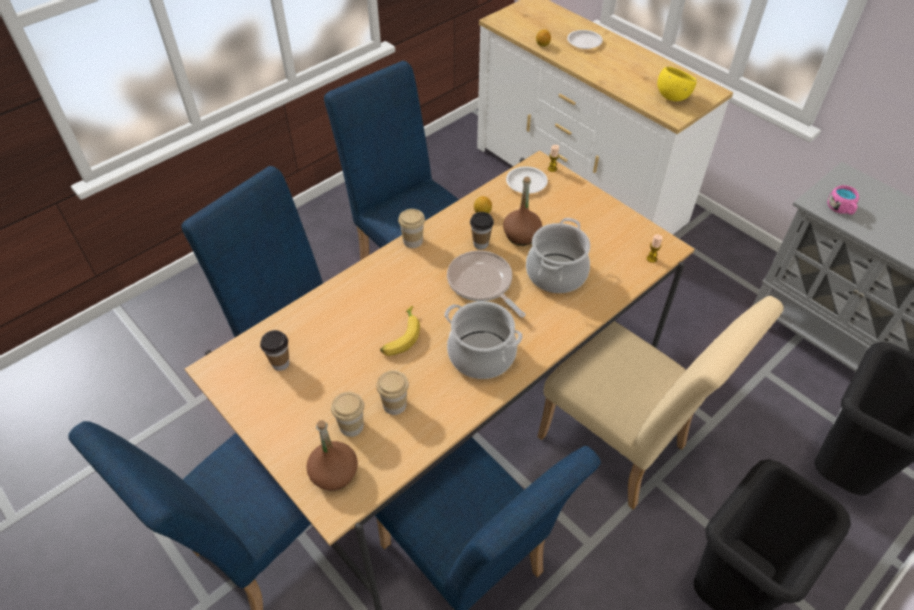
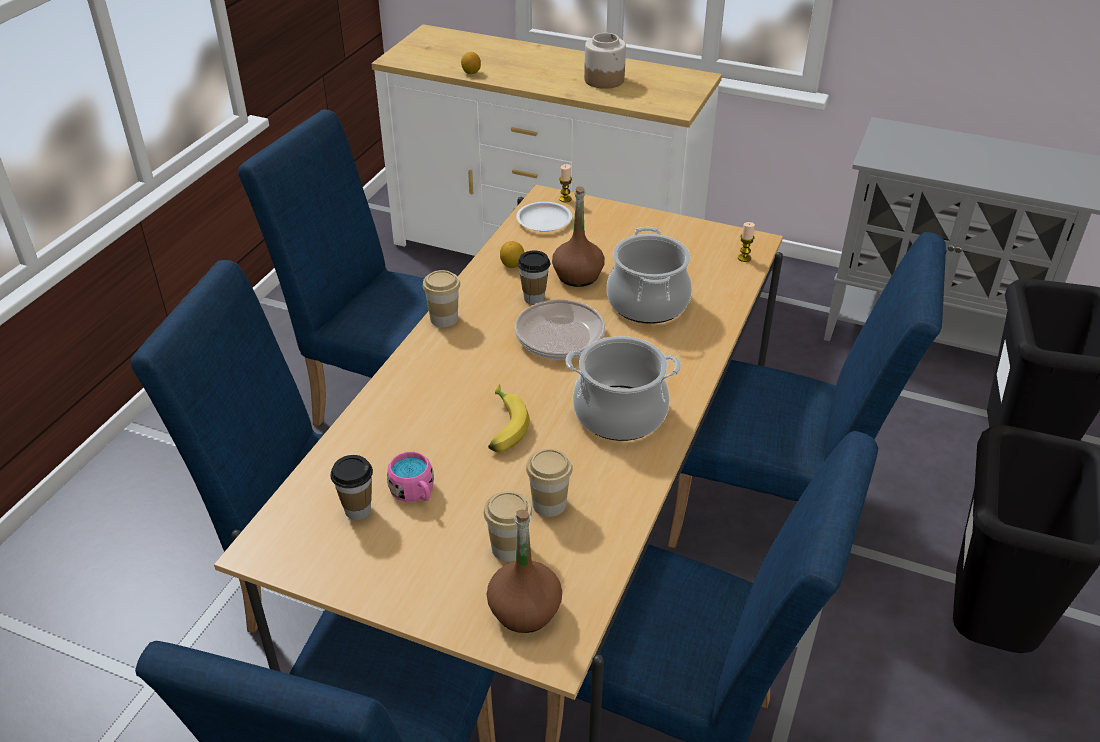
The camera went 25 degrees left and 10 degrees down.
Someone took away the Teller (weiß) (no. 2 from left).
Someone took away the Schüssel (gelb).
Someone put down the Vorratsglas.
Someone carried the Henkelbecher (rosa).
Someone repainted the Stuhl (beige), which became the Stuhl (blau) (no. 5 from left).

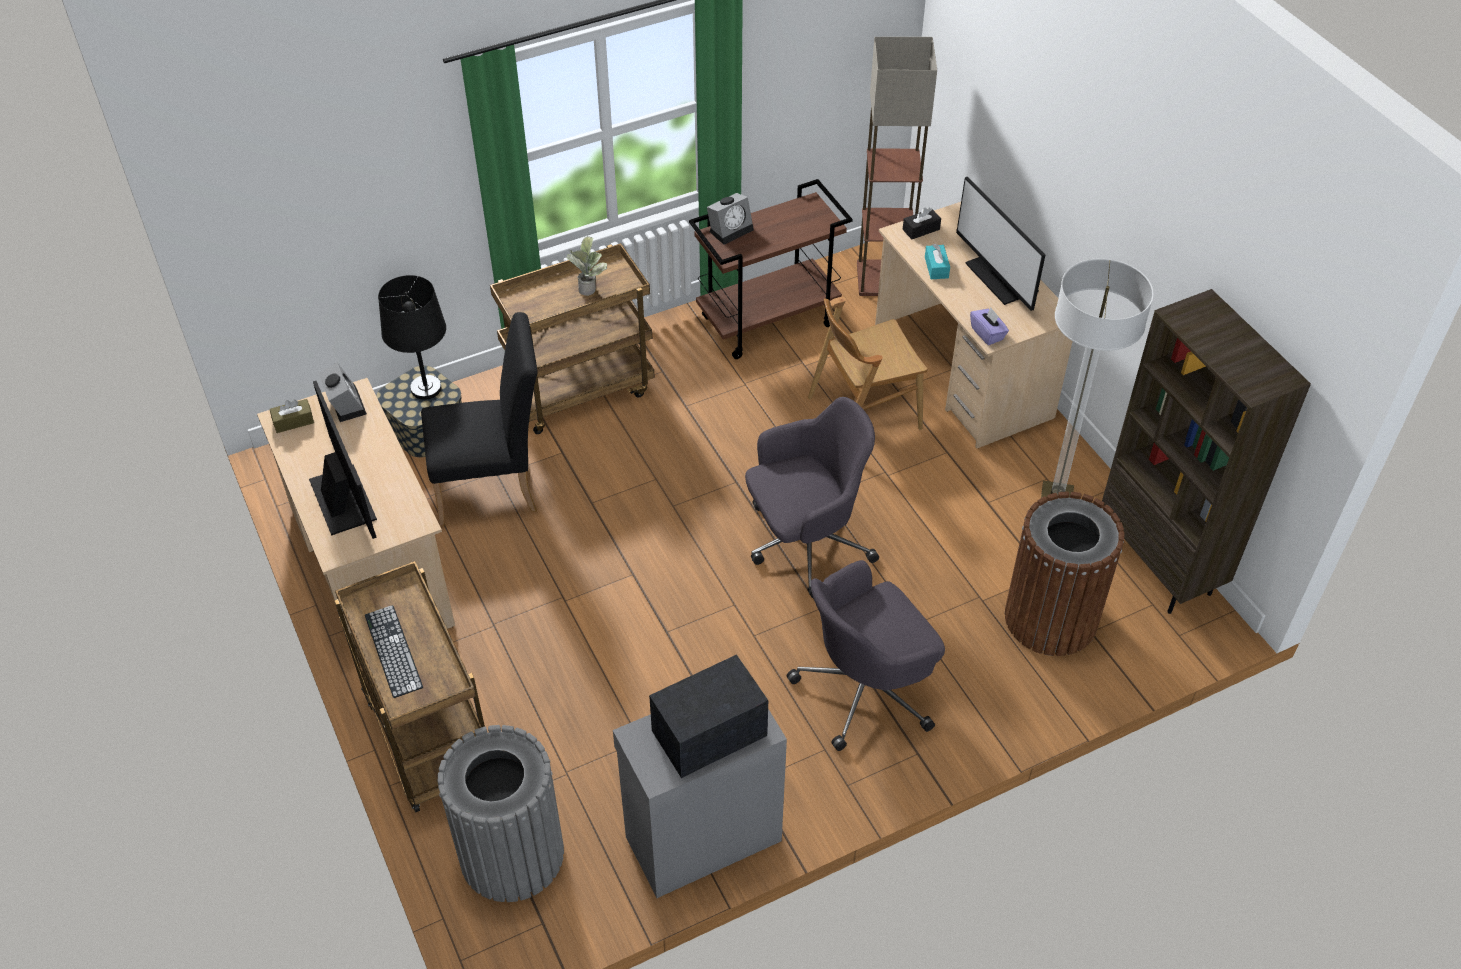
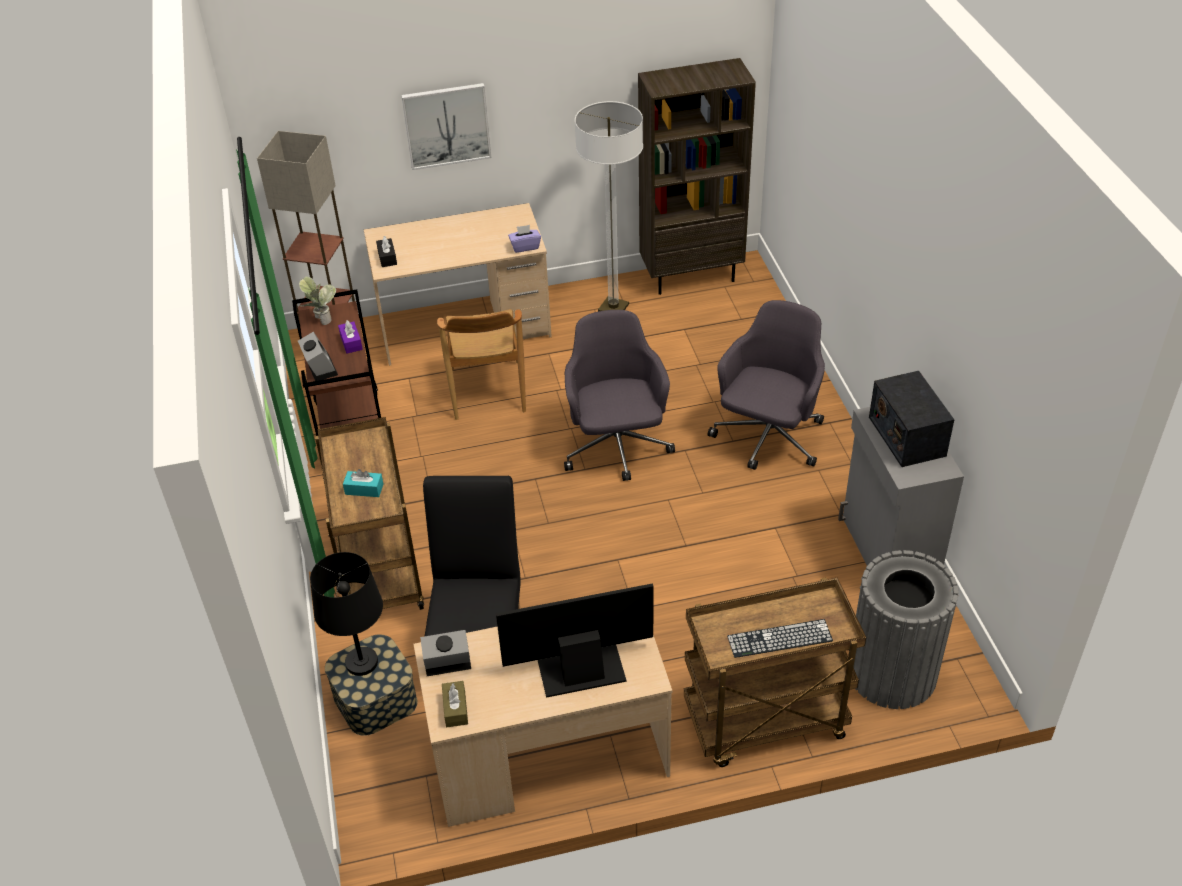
The camera went 75 degrees left and 5 degrees down.
Someone took away the Monitor (no. 2 from left).
Someone took away the Mülleimer (braun).
Someone put down the Taschentuchbox (lila) (no. 1 from left).
Someone put up the Bild.
Someone carried the Topfpflanze.
Someone carried the Taschentuchbox (türkis).
Someone rotated the Bürostuhl (grau) (no. 2 from left) by 135 degrees counterclockwise.

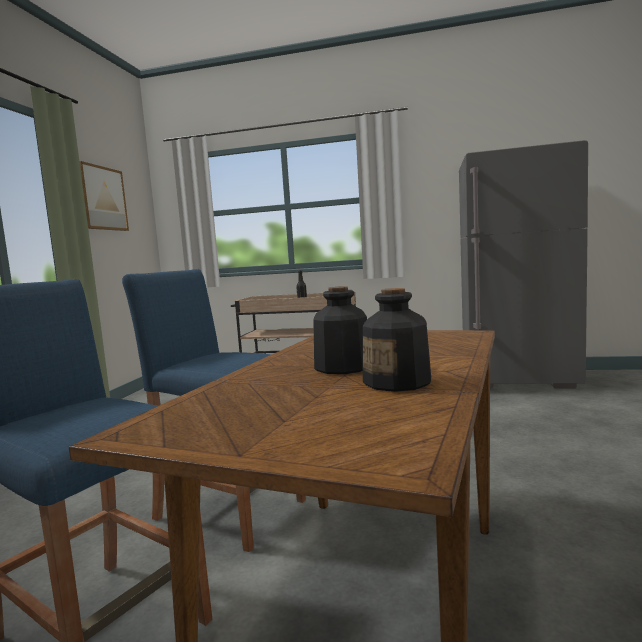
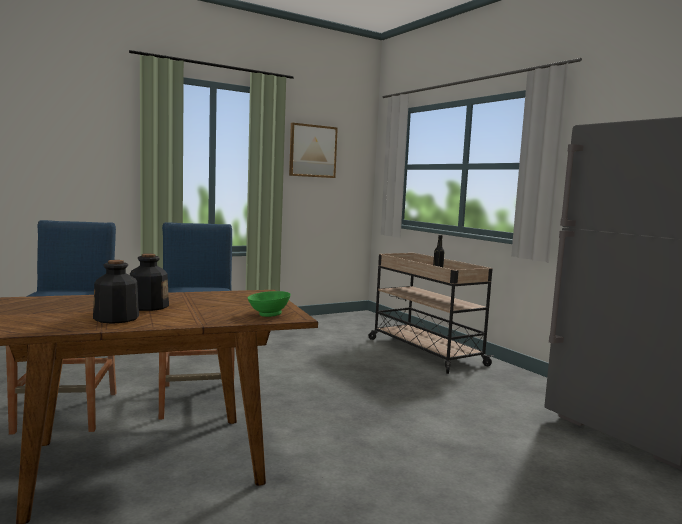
The camera went 45 degrees right and 0 degrees up.
Someone put down the Schüssel (grün).

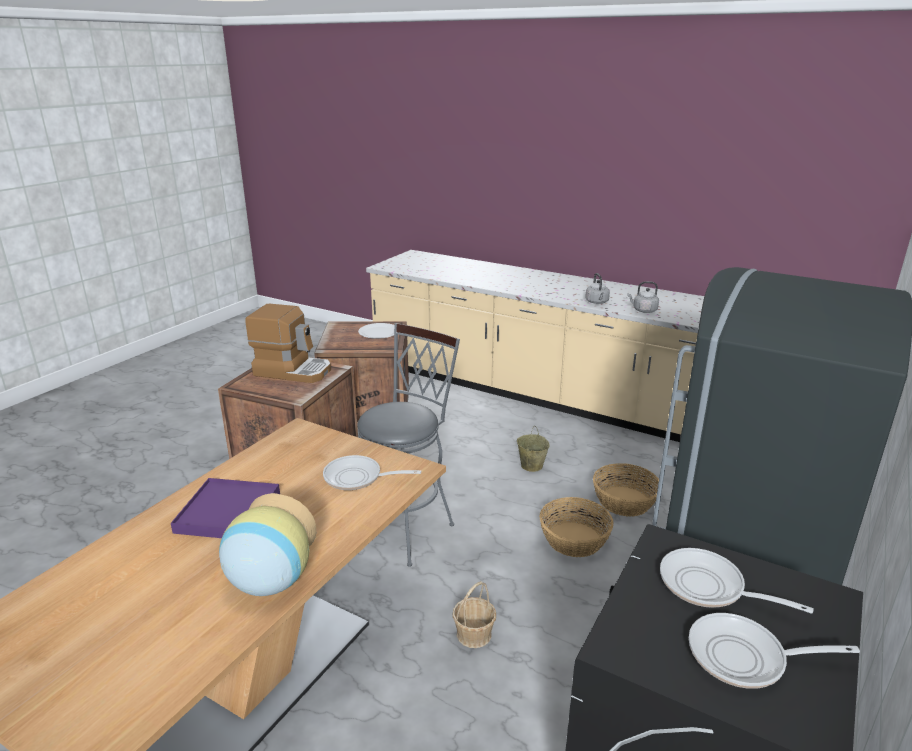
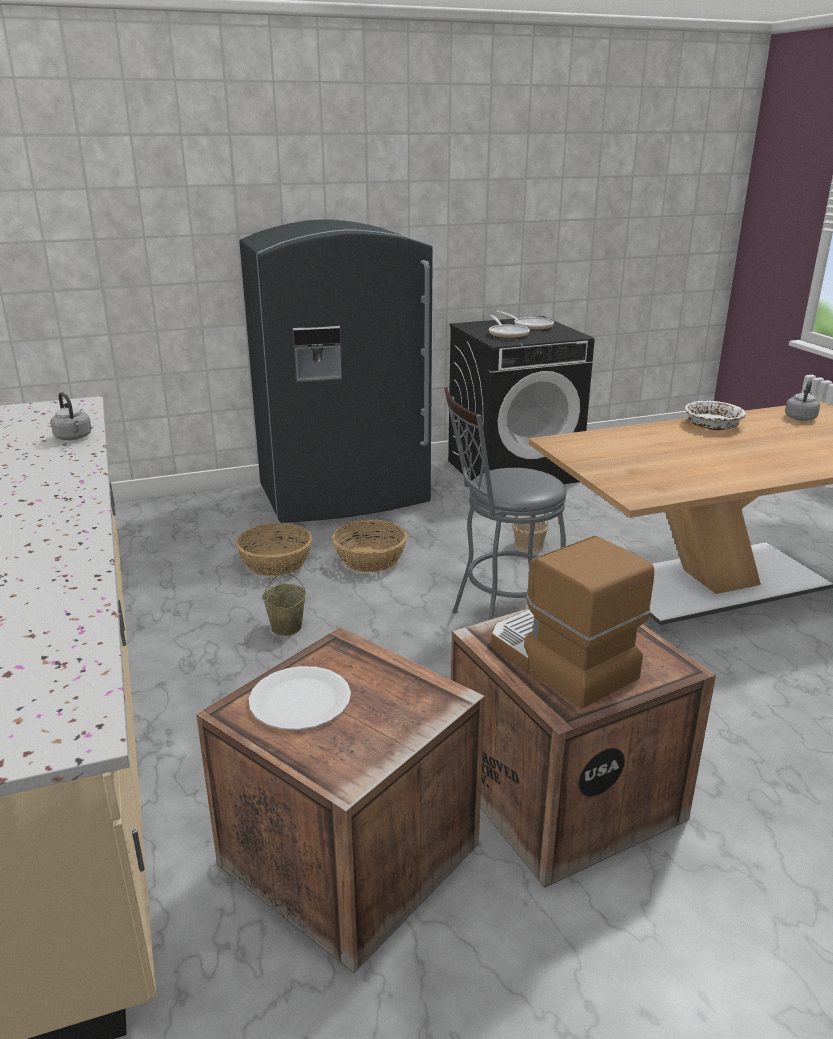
The camera went 140 degrees left and 0 degrees up.
Someone took away the Tablett (lila).
Someone took away the Pfanne (no. 1 from left).
Someone carried the Wasserkessel (grau) (no. 1 from left in the first image).
Someone swapped the Vase for the Schüssel (weiß).

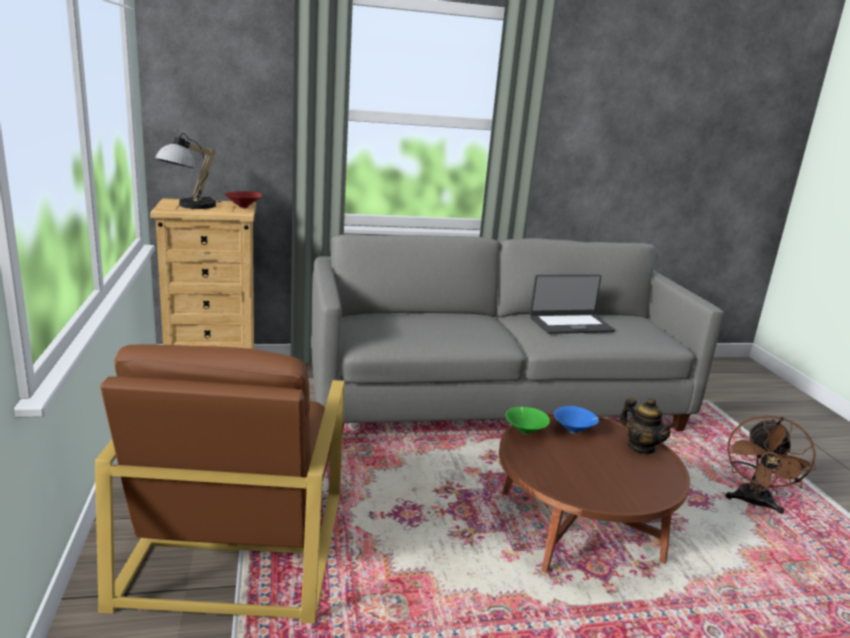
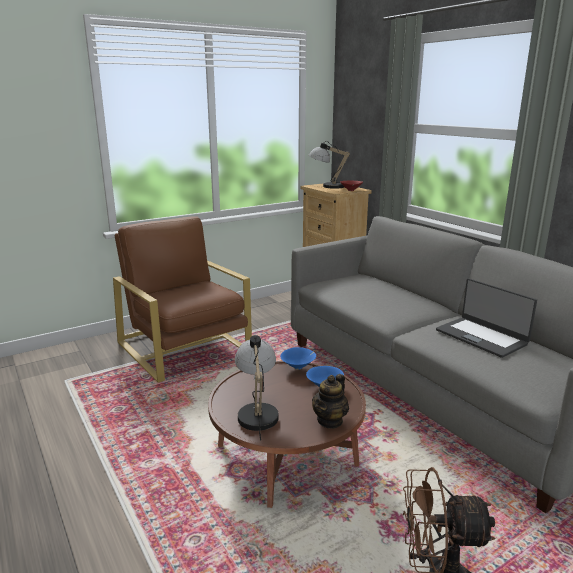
The camera went 70 degrees right and 0 degrees up.
Someone put down the Tischlampe (no. 1 from left).
Someone repainted the Schüssel (grün), which became the Schüssel (blau) (no. 1 from left).
Someone rotated the Sessel (braun) by 75 degrees clockwise.

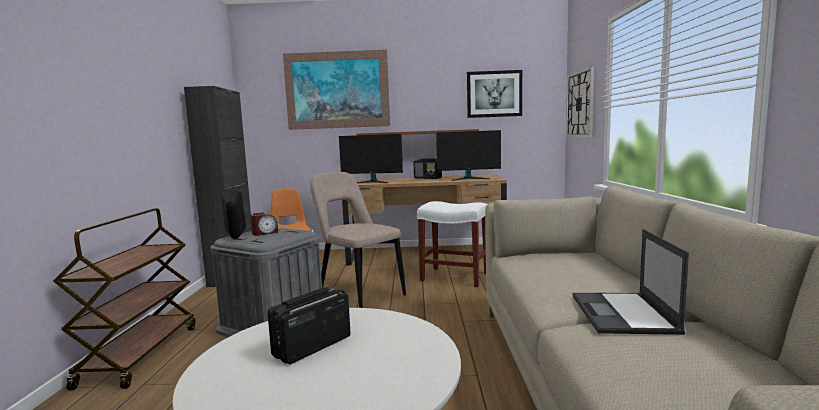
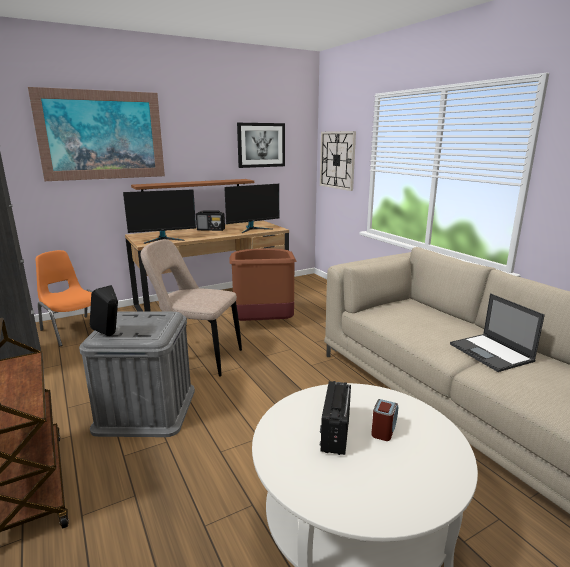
The camera went 30 degrees left and 10 degrees up.
Someone carried the Wecker.
Someone swapped the Hocker (weiß) for the Mülleimer (braun).

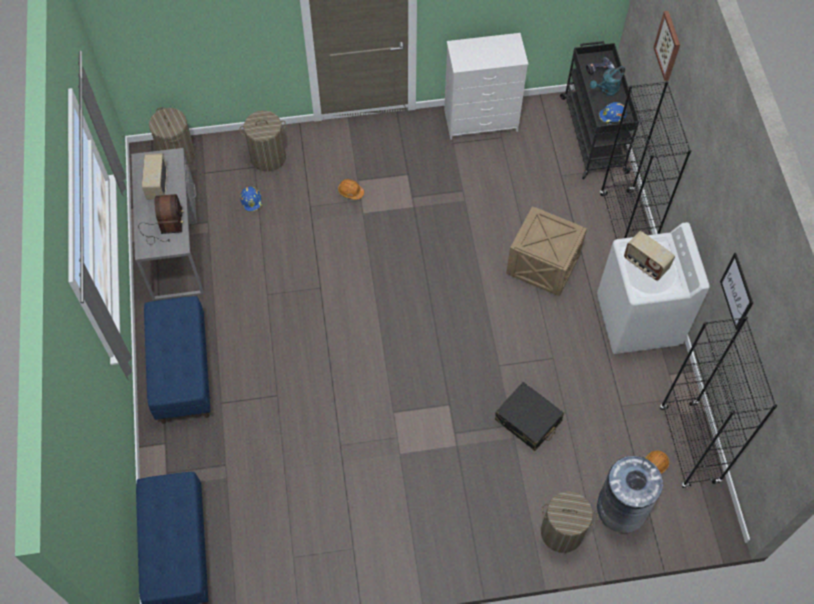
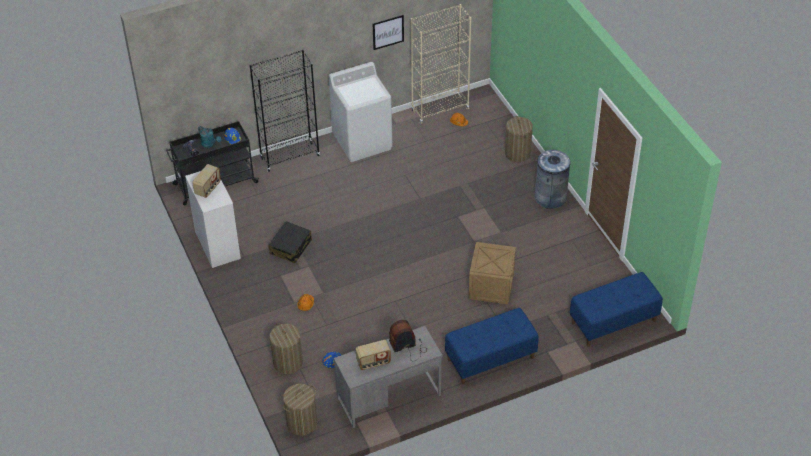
The camera went 105 degrees left and 15 degrees down.
Someone took away the Bild (no. 1 from left).
Someone carried the Koffer (schwarz).
Someone carried the Kiste.
Someone carried the Mülleimer (grau).
Someone carried the Radio (no. 3 from left in the first image).
Someone repainted the Bücherregal (schwarz) (no. 2 from left), which became the Bücherregal (beige).

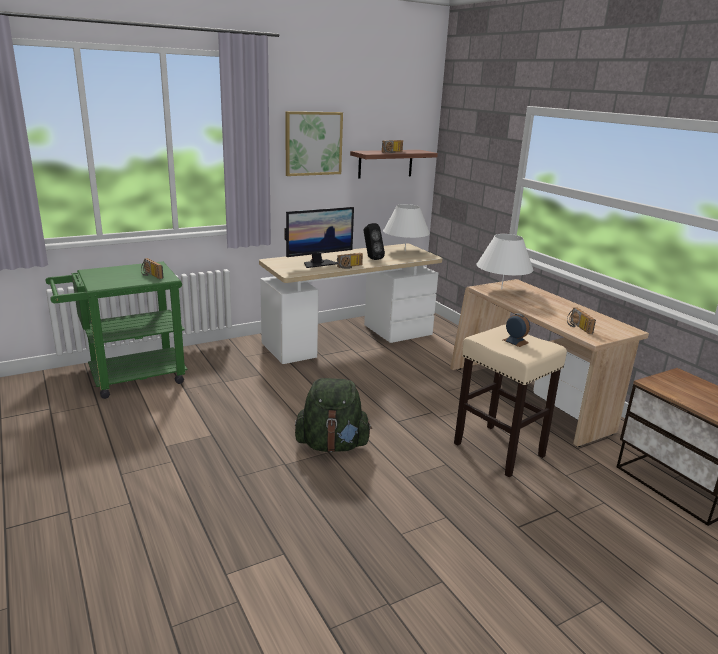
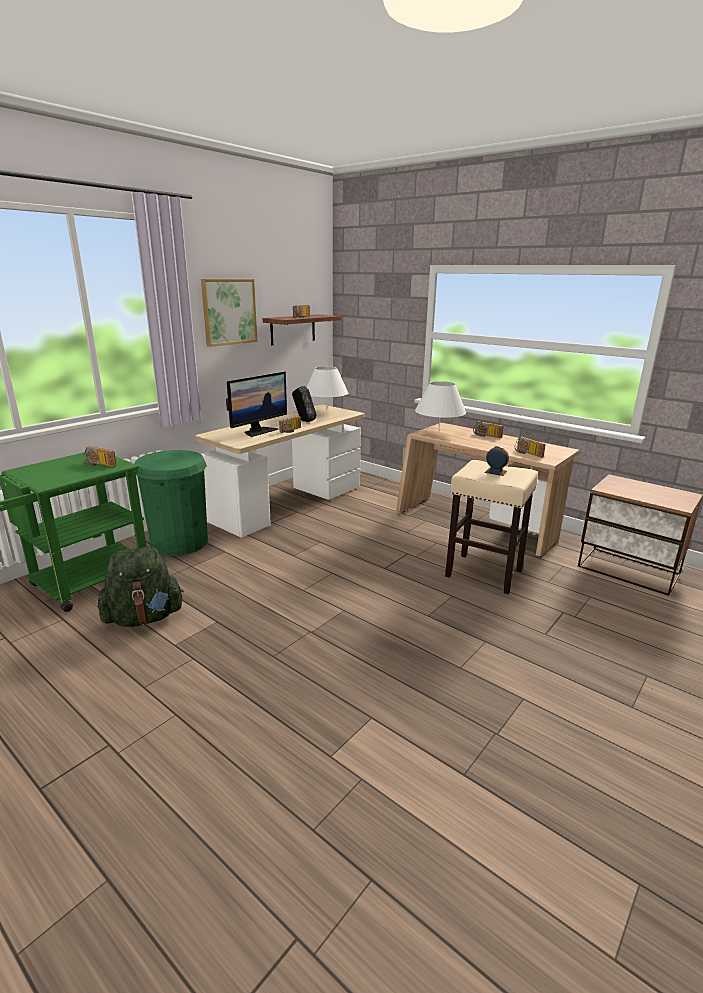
The camera went 20 degrees left and 0 degrees up.
Someone put down the Mülleimer (grün).
Someone put down the Radio (no. 4 from left).
Someone carried the Rucksack (grün).

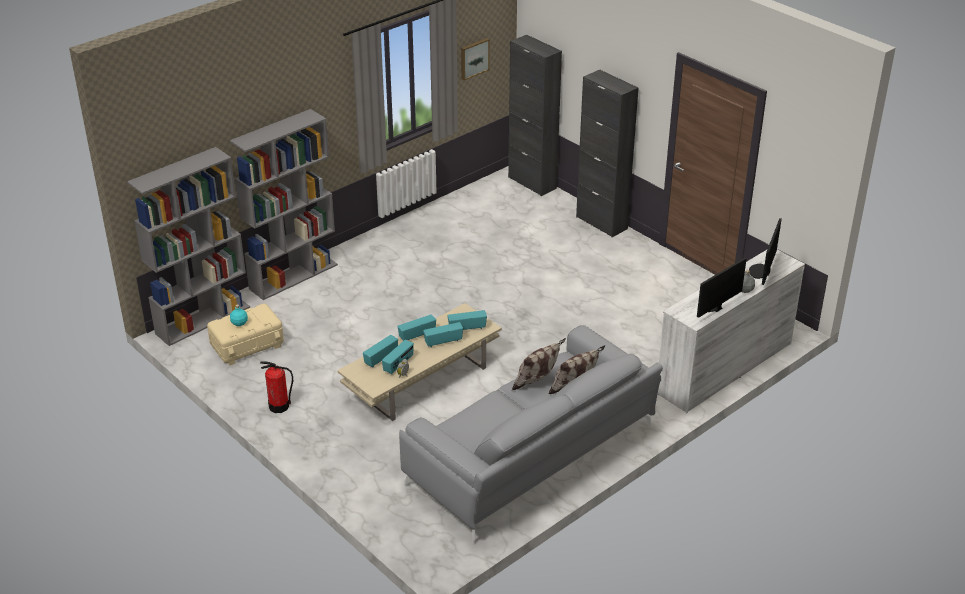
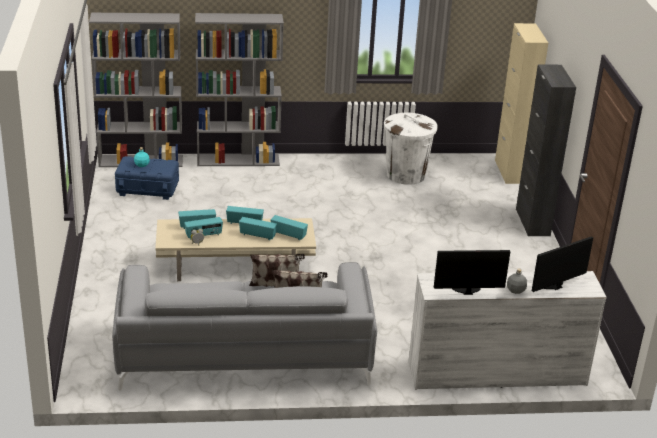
The camera went 35 degrees right and 5 degrees down.
Someone took away the Feuerlöscher.
Someone took away the Bild.
Someone put down the Mülleimer (weiß).
Someone repainted the Aufbewahrungsbox (beige), which became the Aufbewahrungsbox (blau).
Someone repainted the Schrank (schwarz) (no. 1 from left), which became the Schrank (beige).

